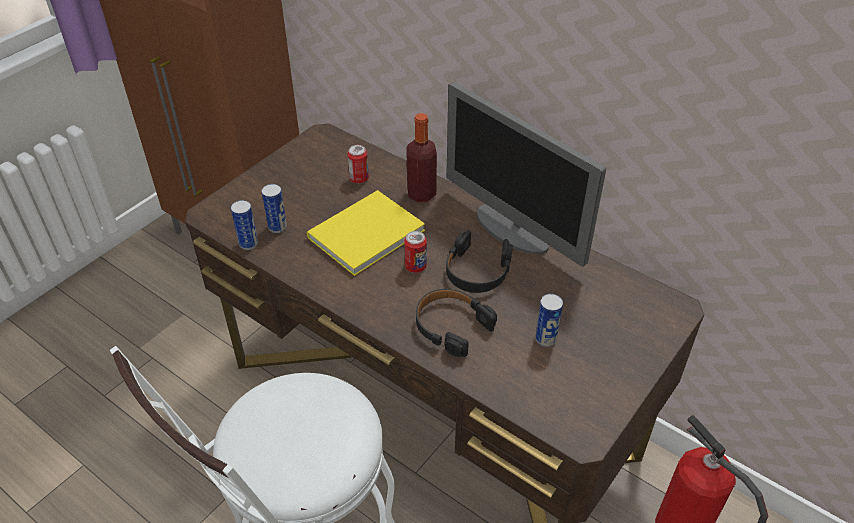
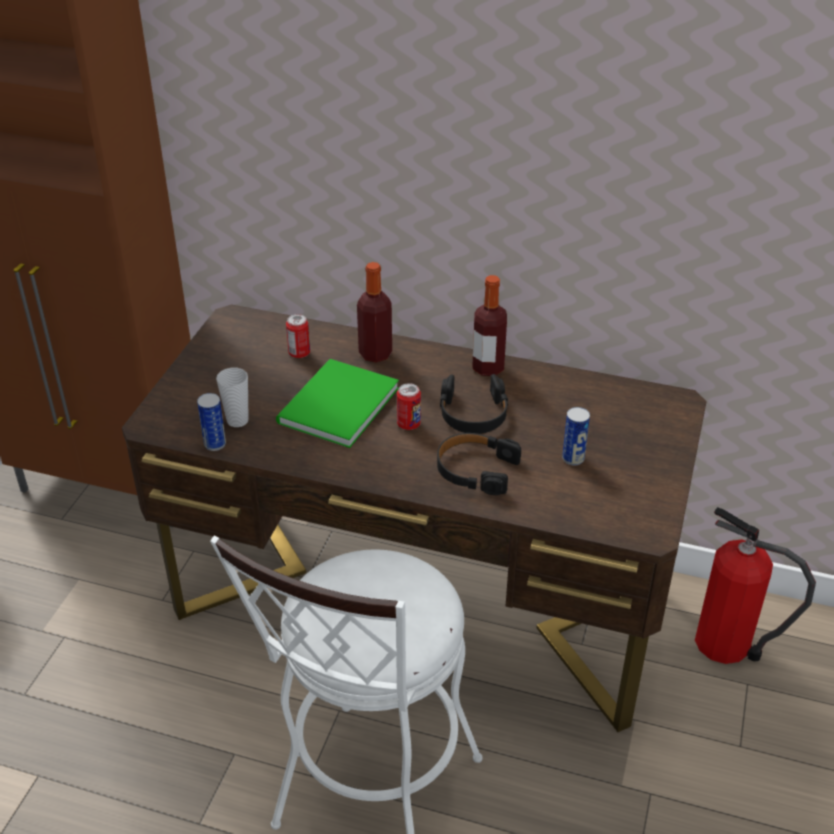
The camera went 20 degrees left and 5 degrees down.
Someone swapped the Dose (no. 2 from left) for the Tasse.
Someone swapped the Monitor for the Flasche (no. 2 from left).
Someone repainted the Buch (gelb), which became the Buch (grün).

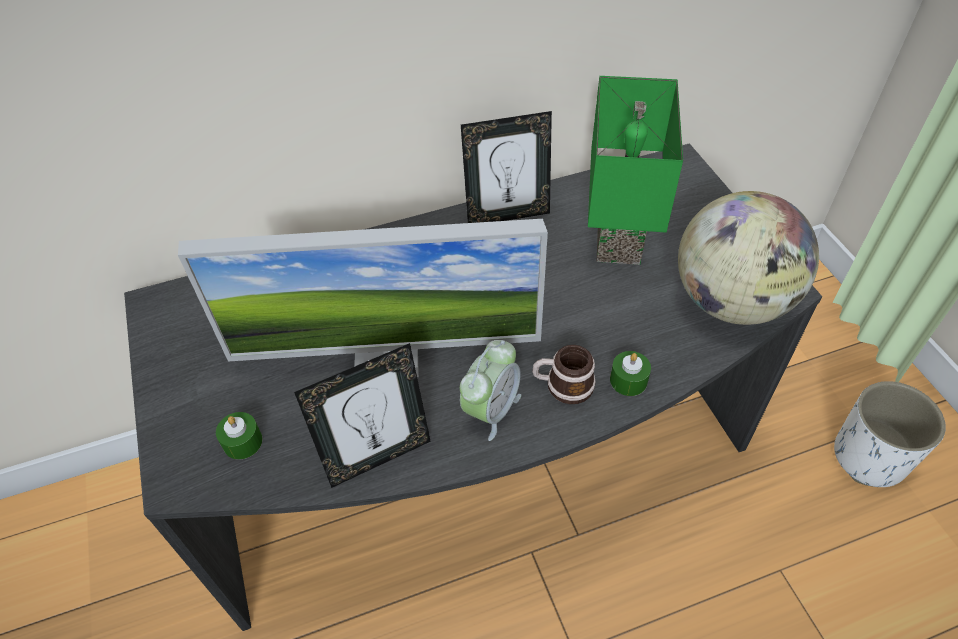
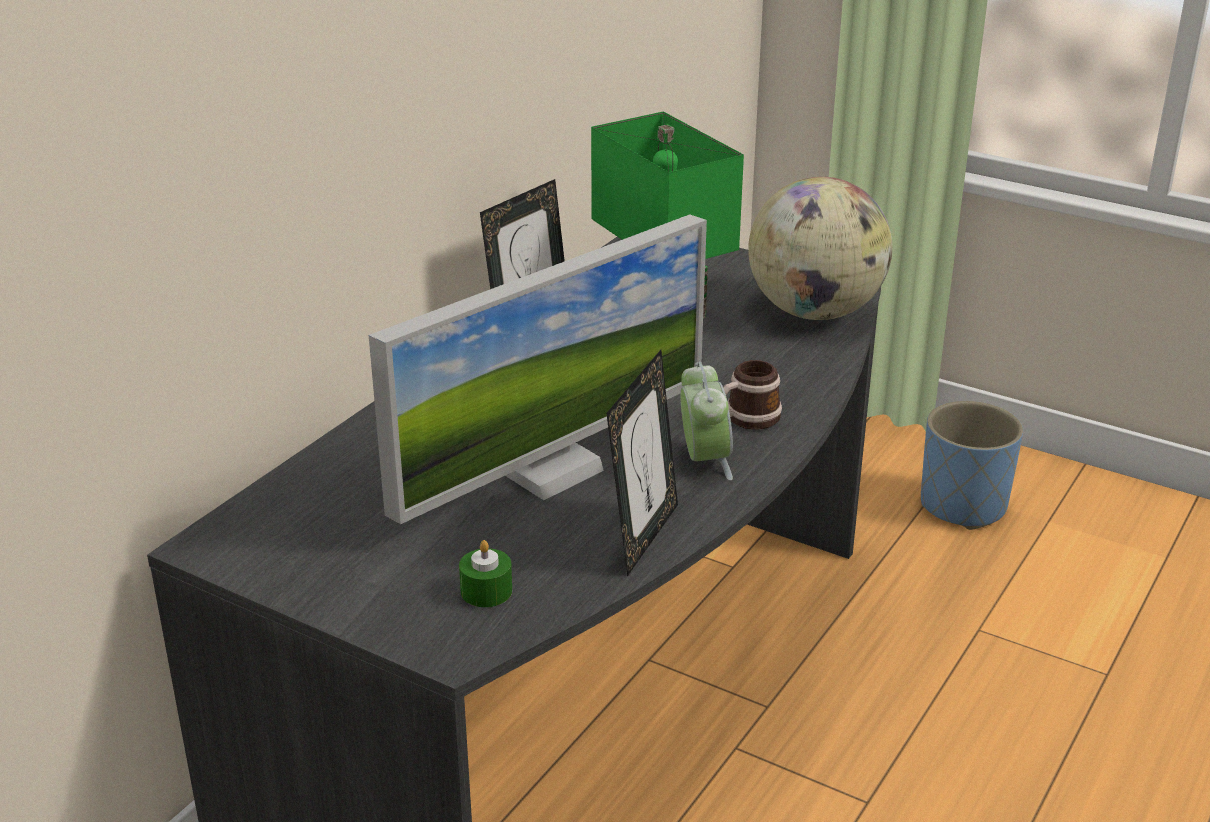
The camera went 40 degrees left and 20 degrees down.
Someone took away the Kerze (grün) (no. 2 from left).
Someone repainted the Pflanzkübel (weiß), which became the Pflanzkübel (blau).

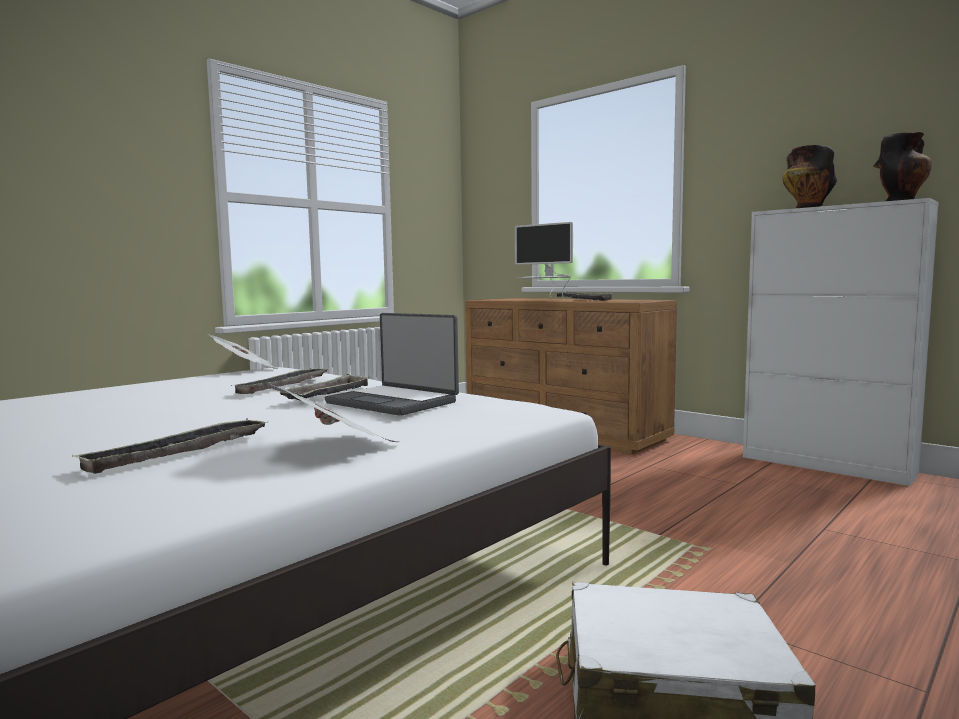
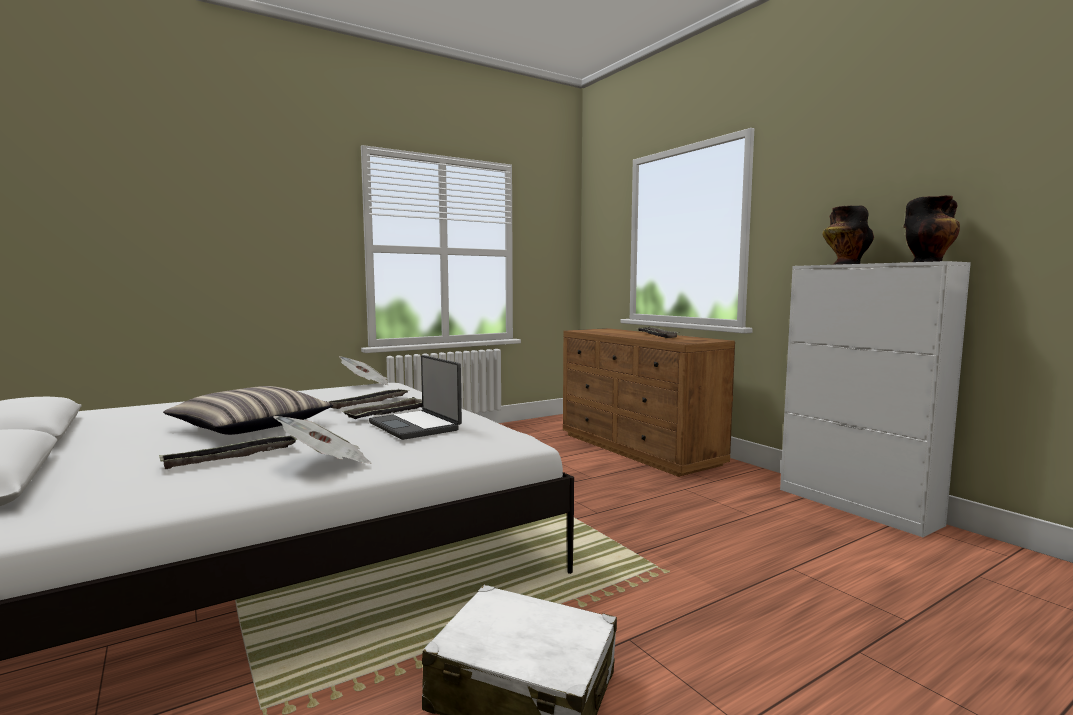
The camera went 15 degrees right and 0 degrees up.
Someone took away the Monitor.
Someone put down the Kissen.

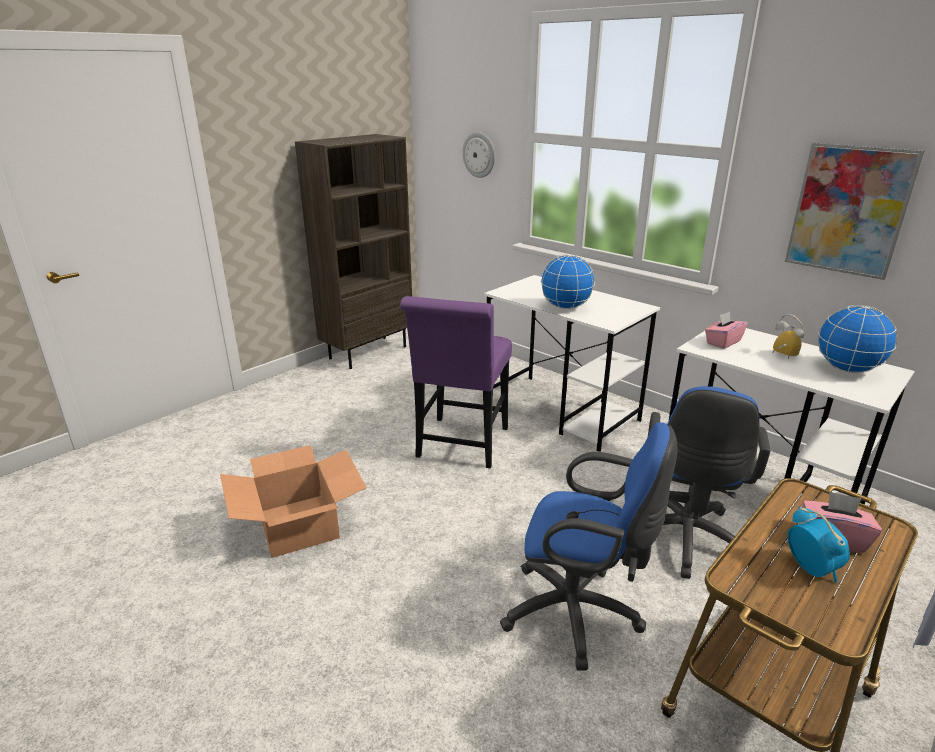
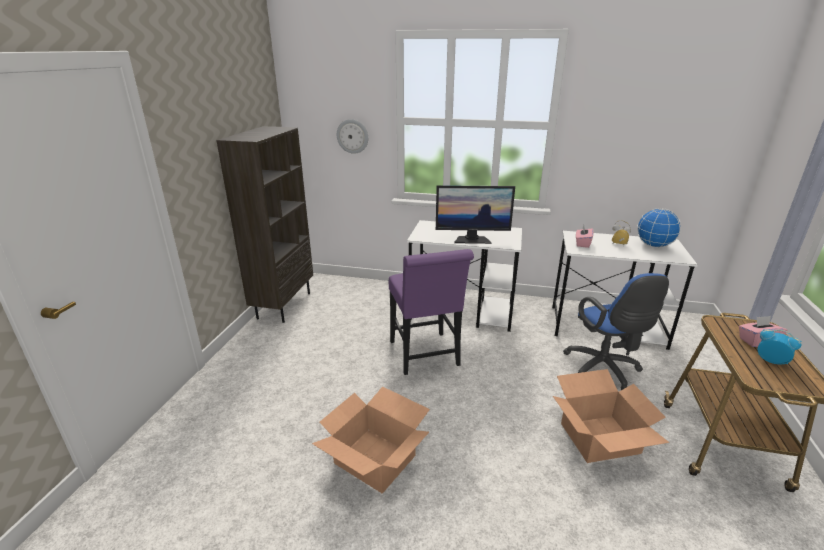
The camera went 30 degrees left and 0 degrees up.
Someone took away the Bild.
Someone swapped the Bürostuhl (blau) (no. 1 from left) for the Karton (no. 2 from left).
Someone swapped the Globus (no. 1 from left) for the Monitor.

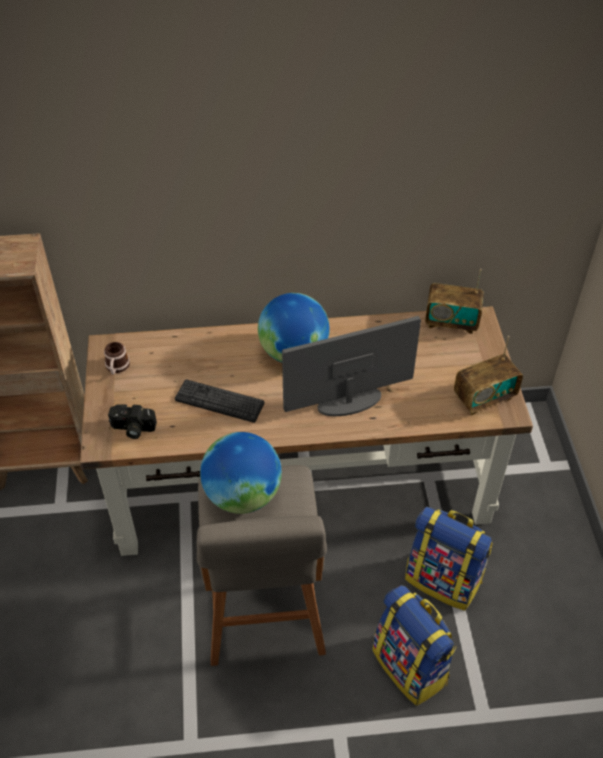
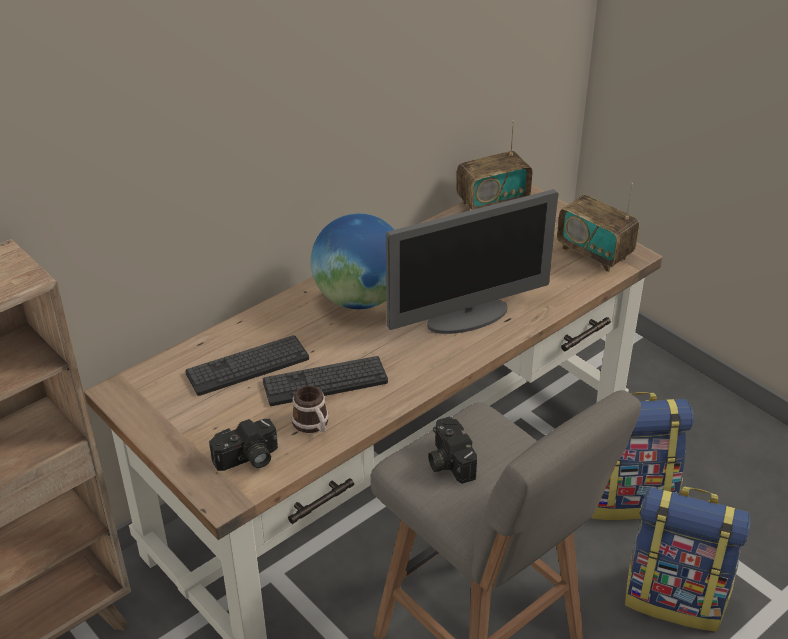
The camera went 35 degrees left and 10 degrees down.
Someone put down the Tastatur (no. 1 from left).
Someone carried the Henkelbecher.
Someone swapped the Globus (no. 1 from left) for the Kamera (no. 2 from left).
Someone rotated the Monitor by 150 degrees counterclockwise.
Someone rotated the Radio (no. 2 from left) by 105 degrees clockwise.

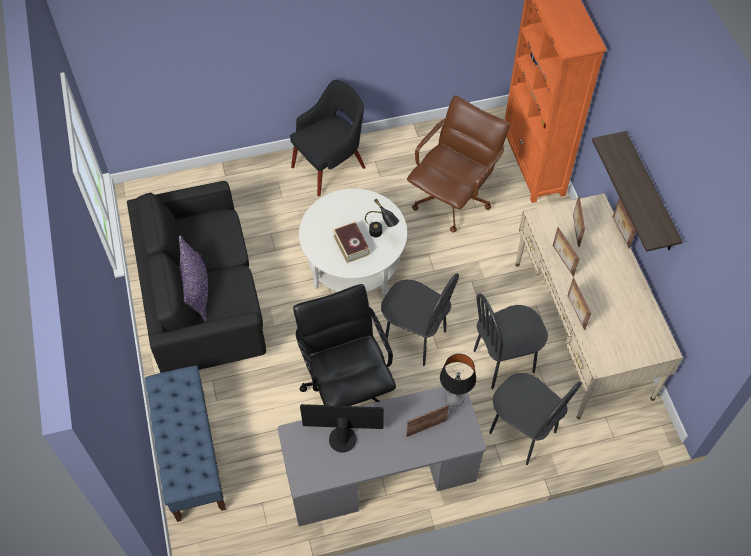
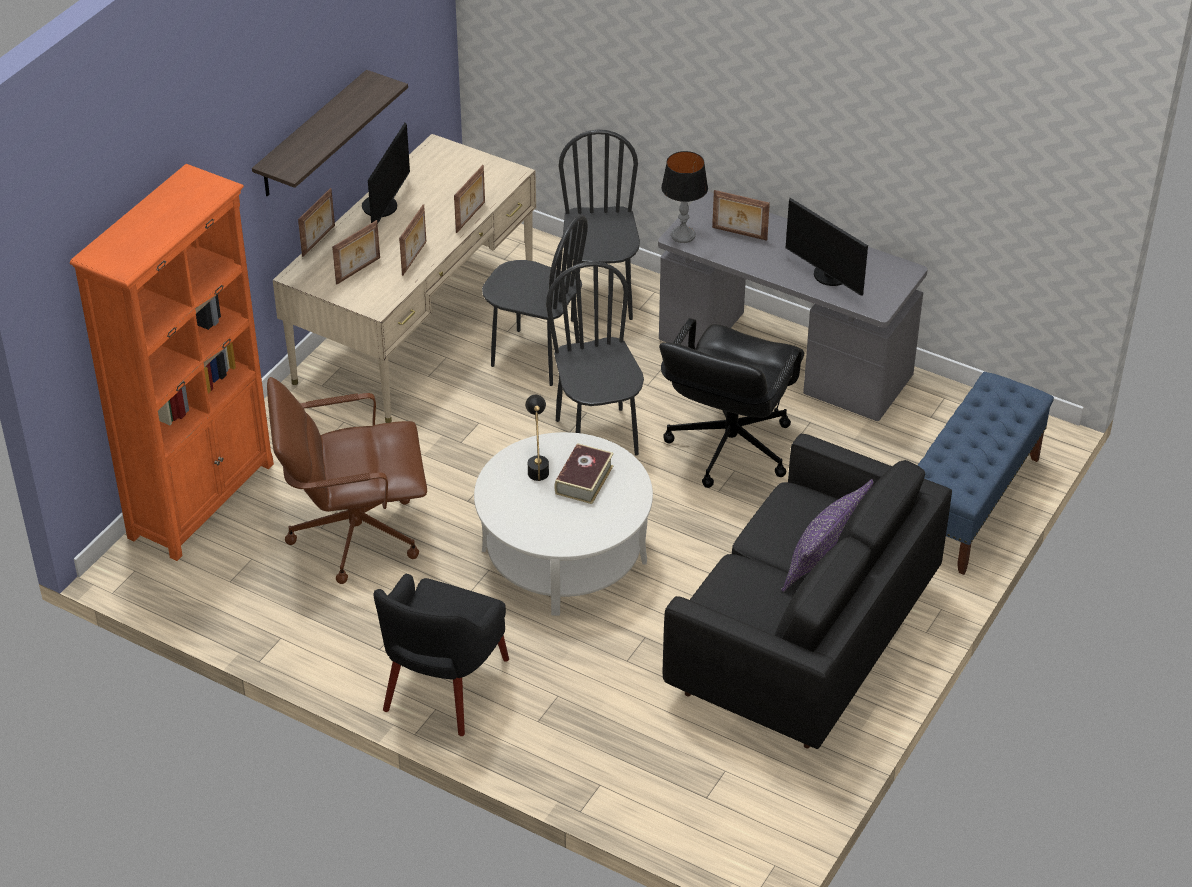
The camera went 135 degrees left and 15 degrees down.
Someone put down the Monitor (no. 1 from left).
Someone rotated the Sessel (schwarz) by 75 degrees counterclockwise.

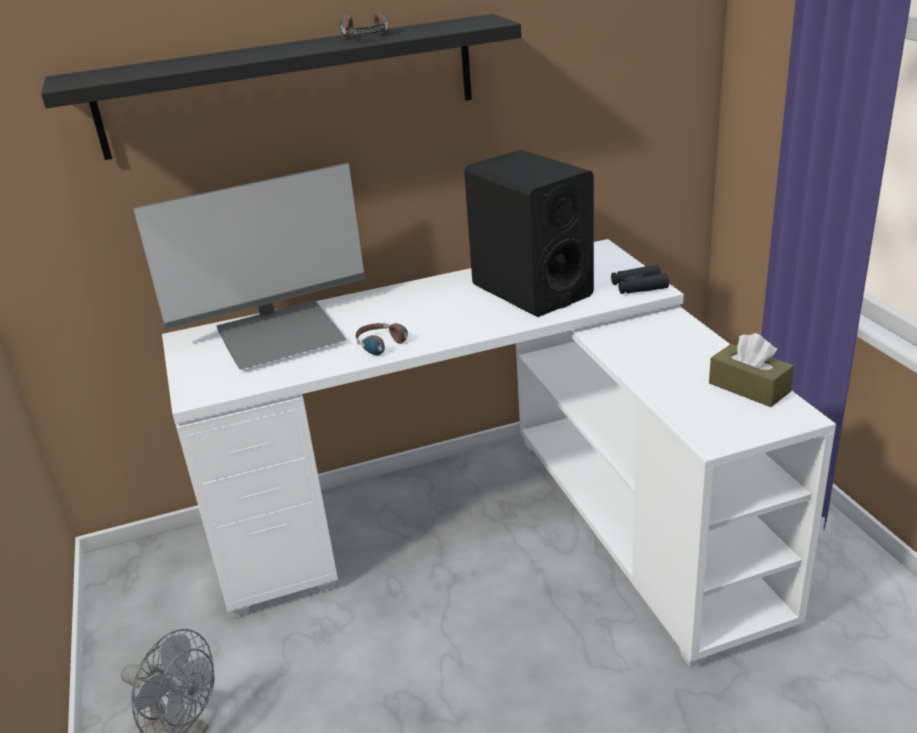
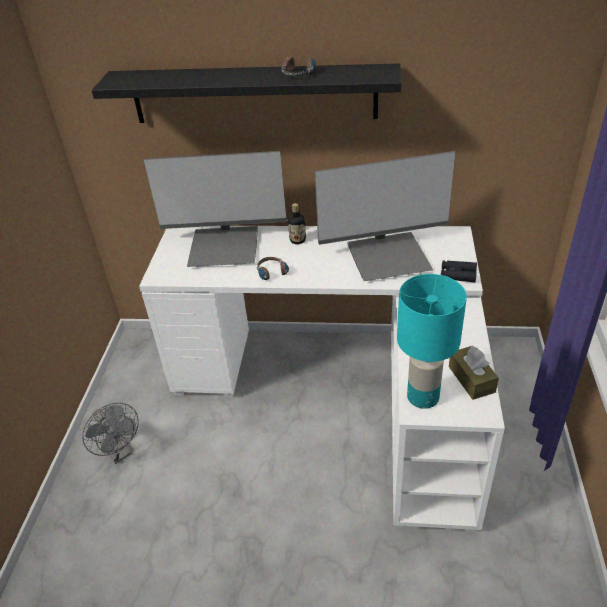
The camera went 25 degrees right and 10 degrees up.
Someone put down the Flasche.
Someone put down the Tischlampe (türkis).
Someone swapped the Lautsprecher (schwarz) for the Monitor (no. 2 from left).

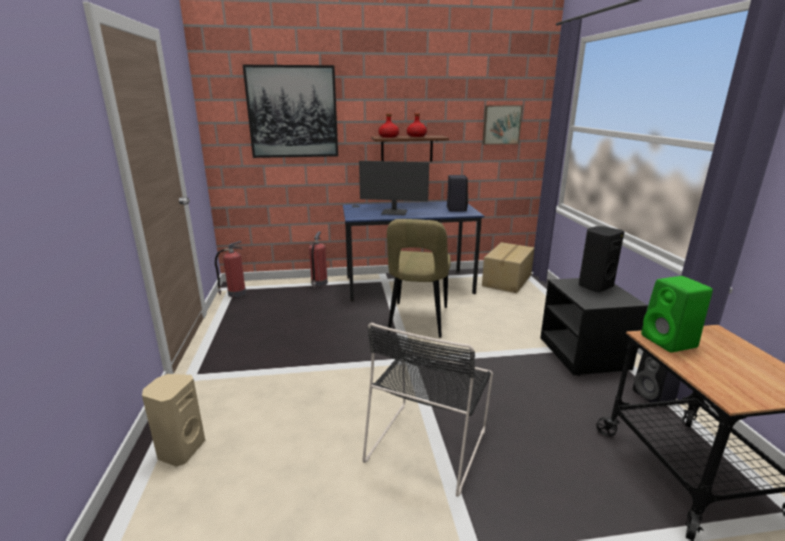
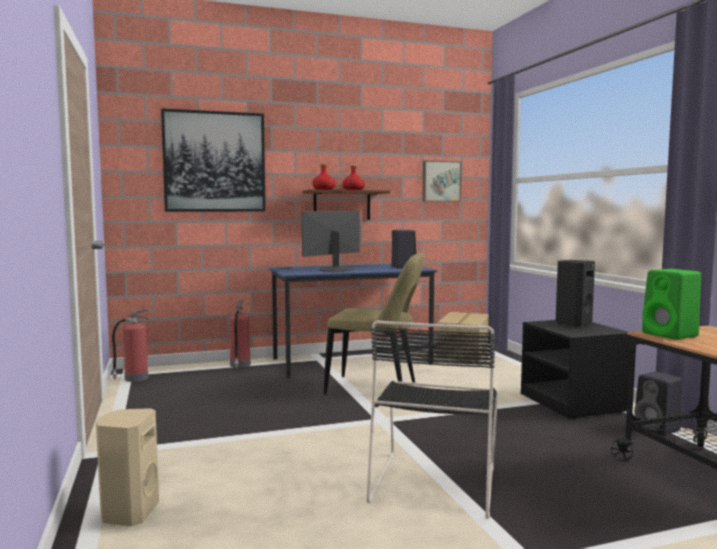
The camera went 10 degrees left and 15 degrees down.
Someone rotated the Monitor by 135 degrees clockwise.
Someone rotated the Stuhl (beige) by 75 degrees counterclockwise.

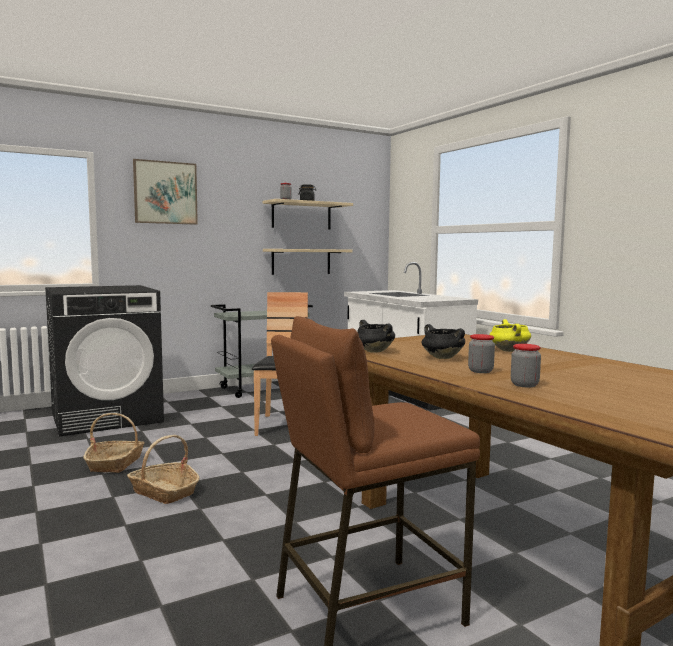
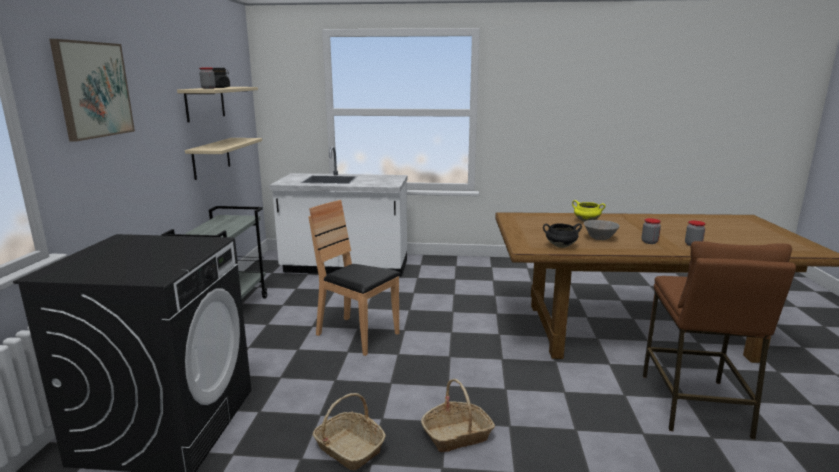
The camera went 55 degrees left and 10 degrees up.
Someone swapped the Kochtopf (schwarz) (no. 2 from left) for the Schüssel (grau).

